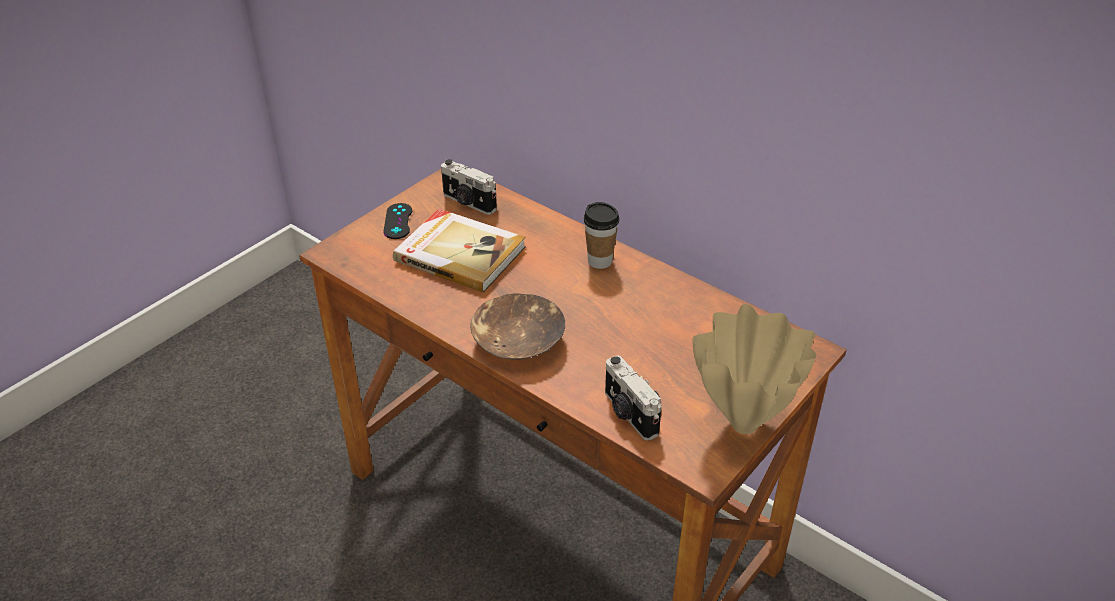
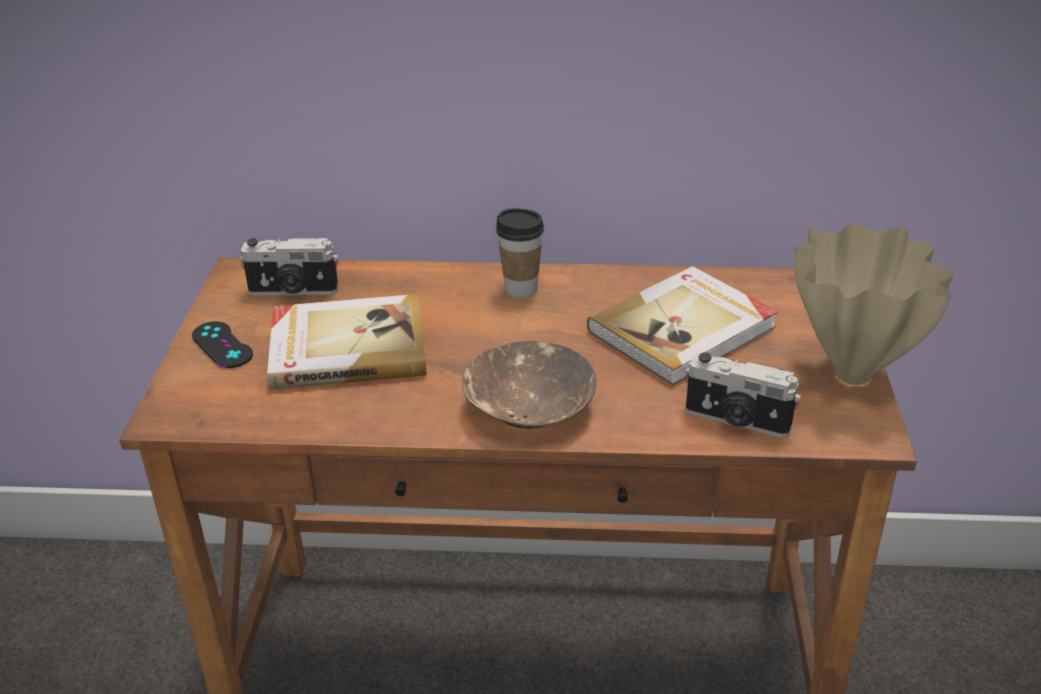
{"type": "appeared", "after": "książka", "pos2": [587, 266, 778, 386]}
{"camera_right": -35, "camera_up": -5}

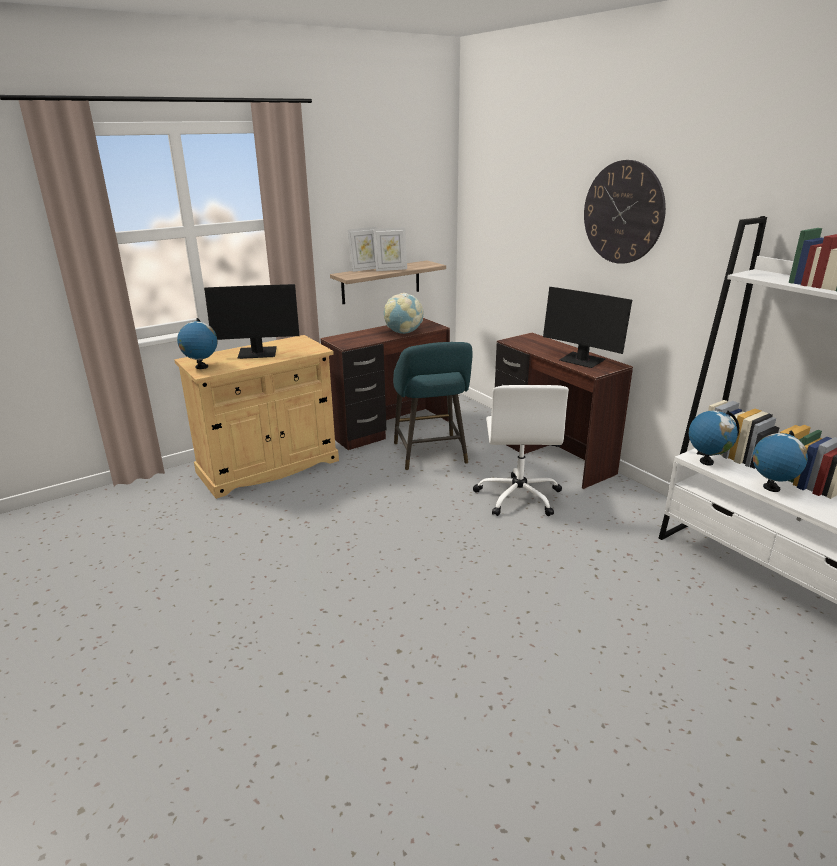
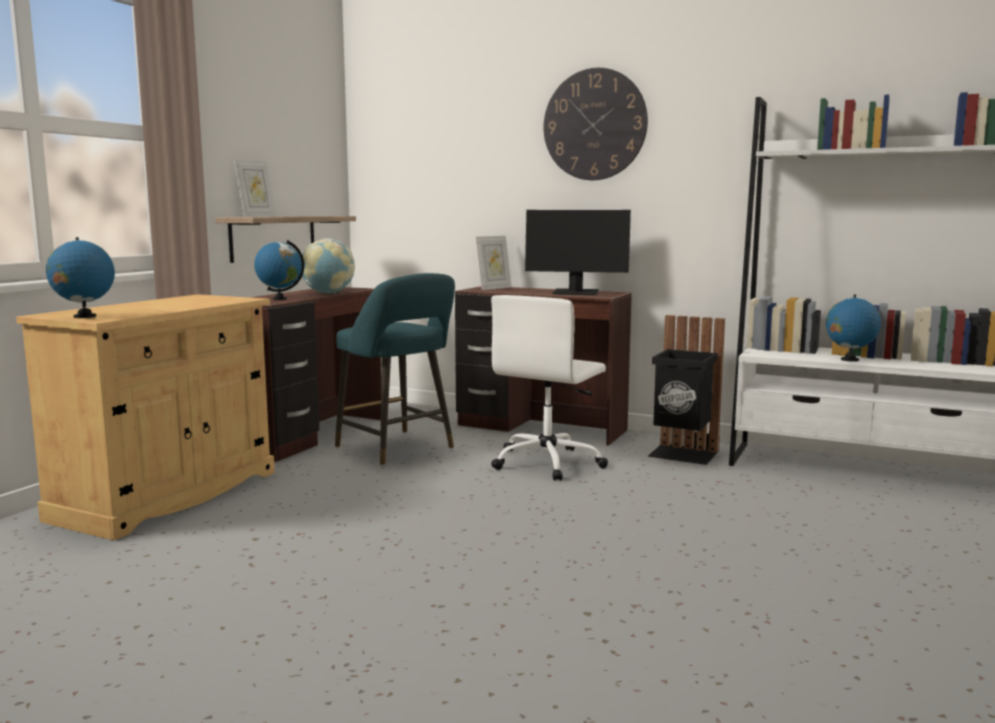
{"type": "relocated", "before": "globus", "pos1": [689, 410, 739, 466], "pos2": [254, 240, 304, 300]}
{"type": "relocated", "before": "ramka na zdjęcie", "pos1": [373, 227, 407, 271], "pos2": [476, 236, 512, 290]}
{"type": "spun", "before": "krzesło biurowe/biały", "pos1": [473, 385, 569, 516], "pos2": [491, 295, 608, 481], "turn": 60}
{"type": "appeared", "after": "kosz na śmieci/czarny", "pos2": [648, 315, 725, 465]}
{"type": "missing", "before": "monitor", "pos1": [204, 284, 299, 359]}
{"camera_right": -30, "camera_up": -15}

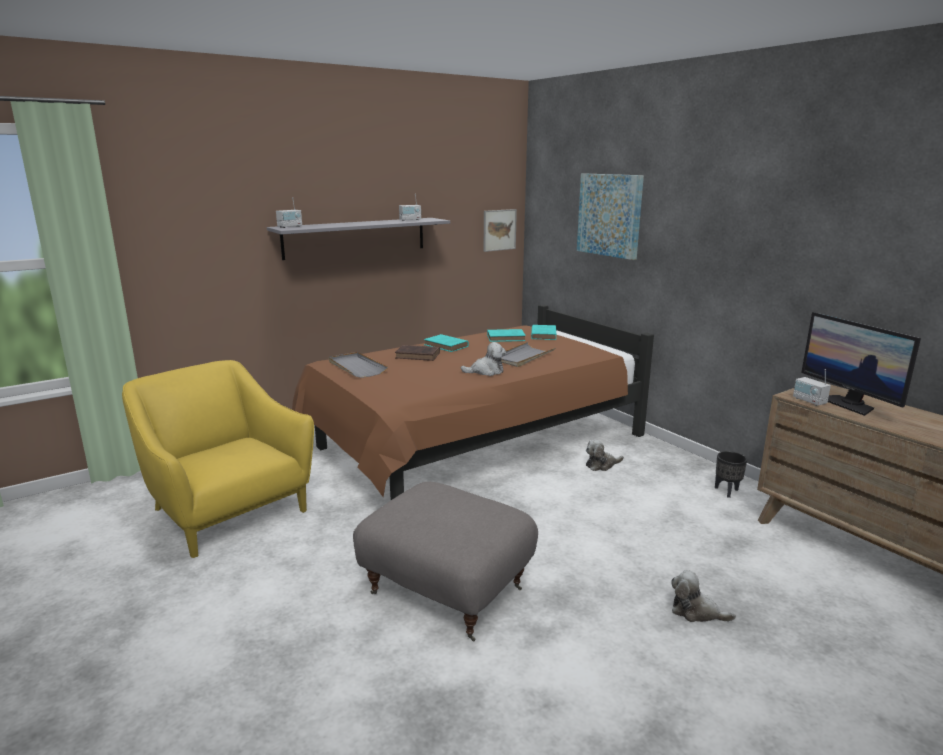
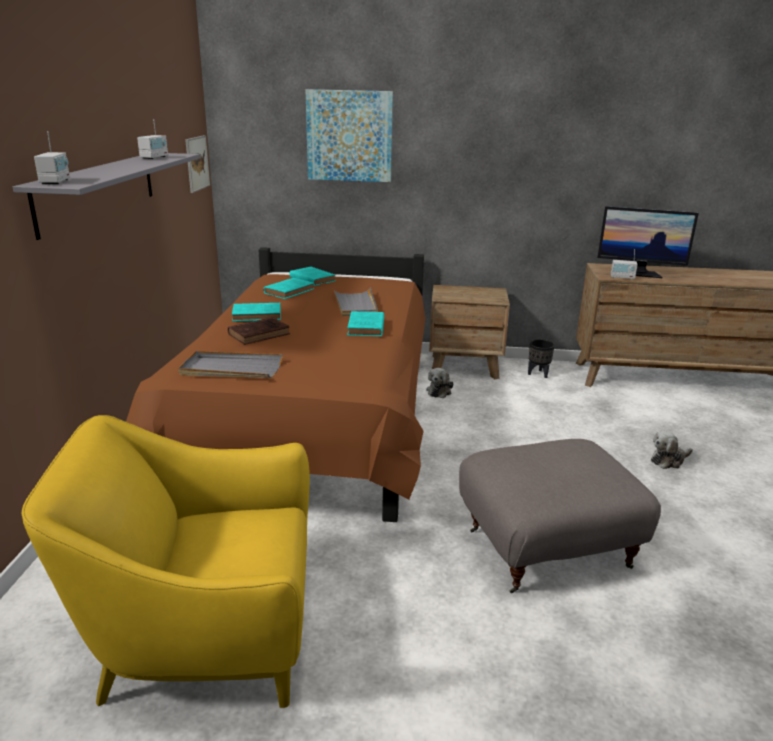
{"type": "exchanged", "before": "pluszak", "after": "książka/turkusowy", "pos1": [461, 342, 506, 376], "pos2": [347, 311, 384, 336]}
{"type": "appeared", "after": "szafka nocna/brązowy", "pos2": [429, 285, 510, 379]}
{"camera_right": -50, "camera_up": 5}

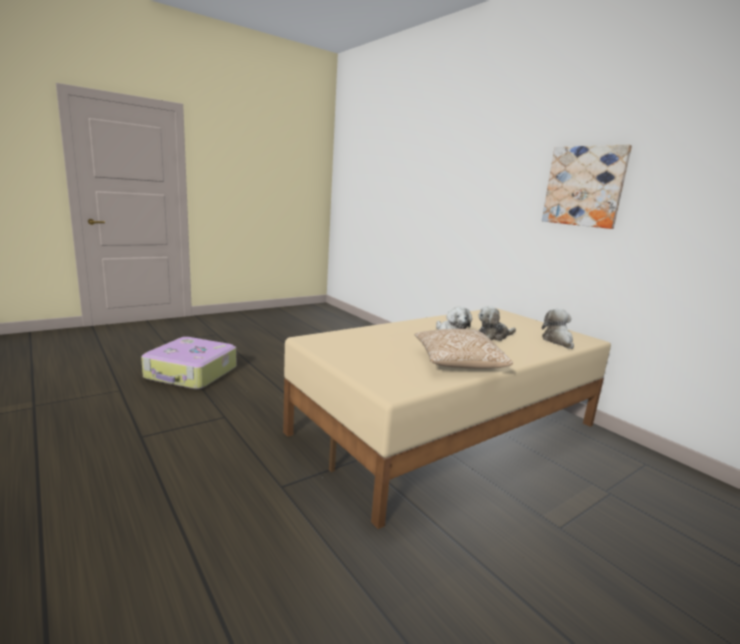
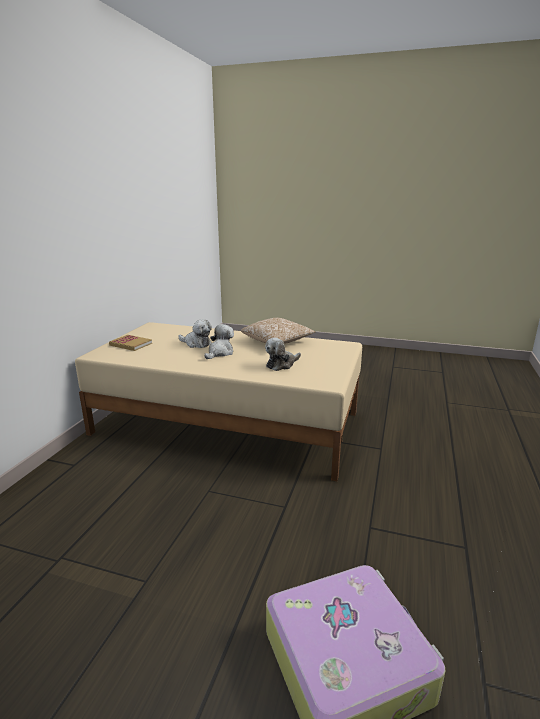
{"type": "appeared", "after": "książka", "pos2": [109, 335, 152, 351]}
{"type": "relocated", "before": "pluszak", "pos1": [542, 309, 574, 349], "pos2": [265, 338, 301, 371]}
{"type": "missing", "before": "obraz", "pos1": [542, 144, 632, 229]}
{"camera_right": -125, "camera_up": 5}

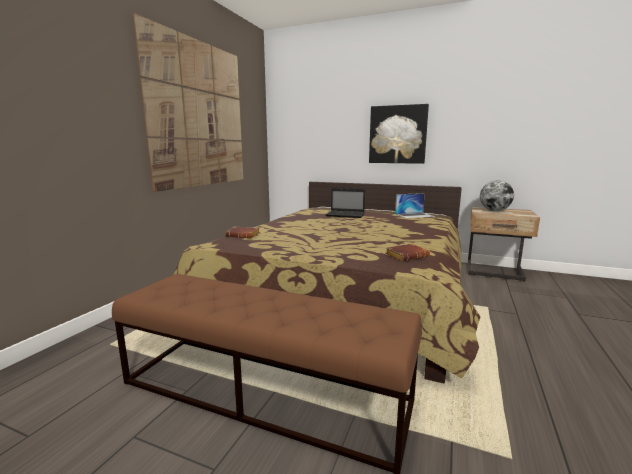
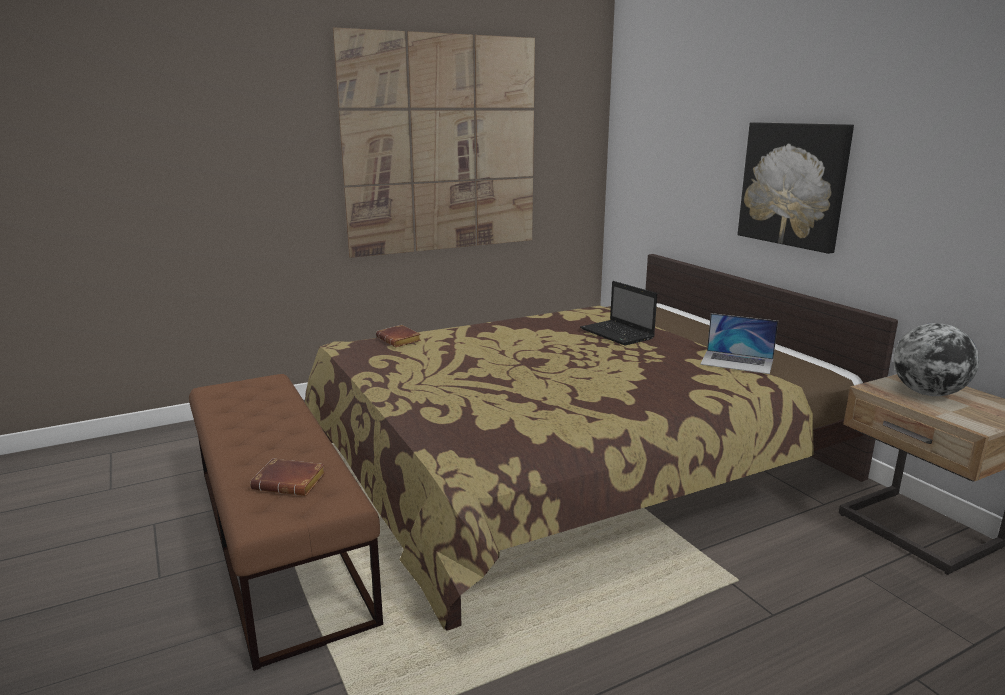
{"type": "relocated", "before": "książka/brązowy", "pos1": [386, 244, 430, 261], "pos2": [250, 458, 326, 496]}
{"camera_right": 40, "camera_up": 5}

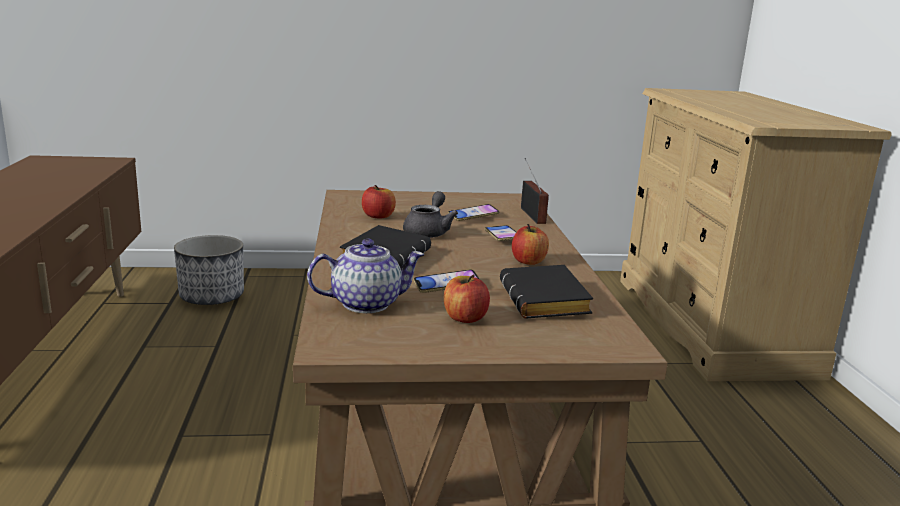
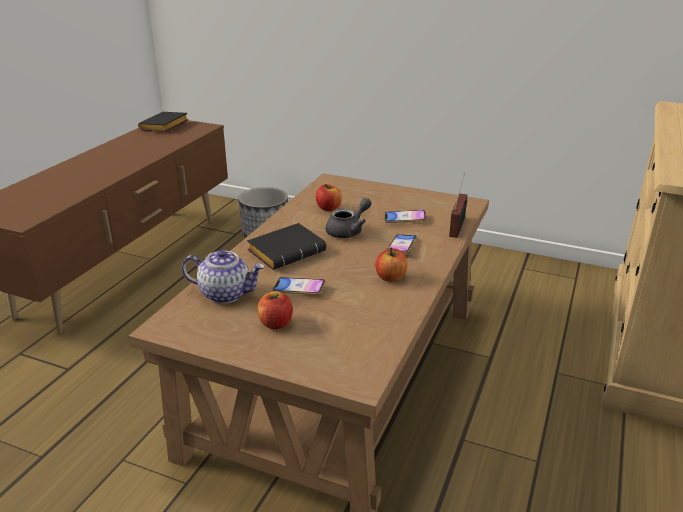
{"type": "relocated", "before": "książka/czarny", "pos1": [500, 265, 593, 318], "pos2": [138, 112, 188, 132]}
{"camera_right": 30, "camera_up": 10}

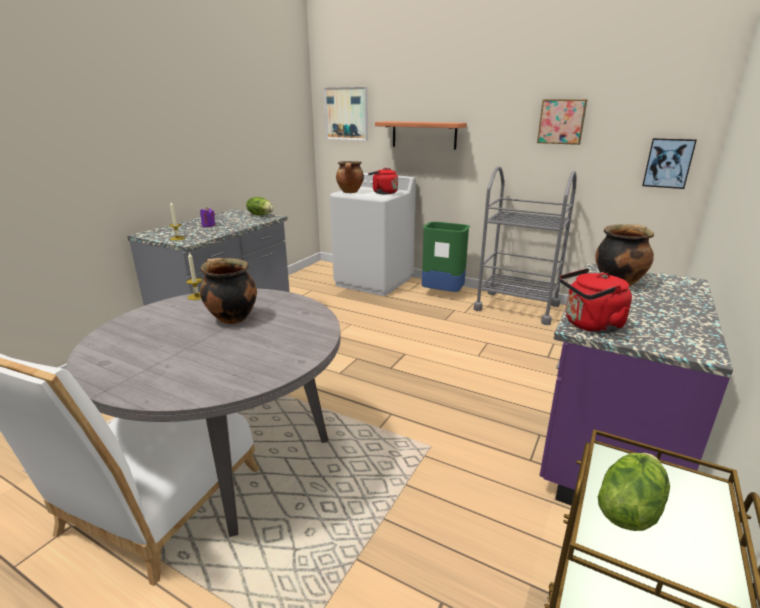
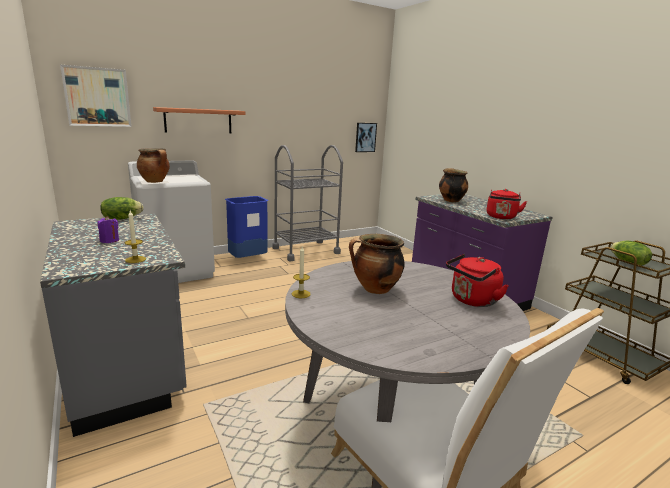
{"type": "colour", "before": "kosz na śmieci/zielony", "after": "kosz na śmieci/niebieski", "pos1": [422, 222, 470, 292], "pos2": [225, 196, 268, 258]}
{"type": "relocated", "before": "czajnik/czerwony", "pos1": [368, 168, 398, 194], "pos2": [446, 254, 509, 307]}
{"type": "missing", "before": "obraz", "pos1": [537, 99, 588, 145]}
{"camera_right": -60, "camera_up": -5}

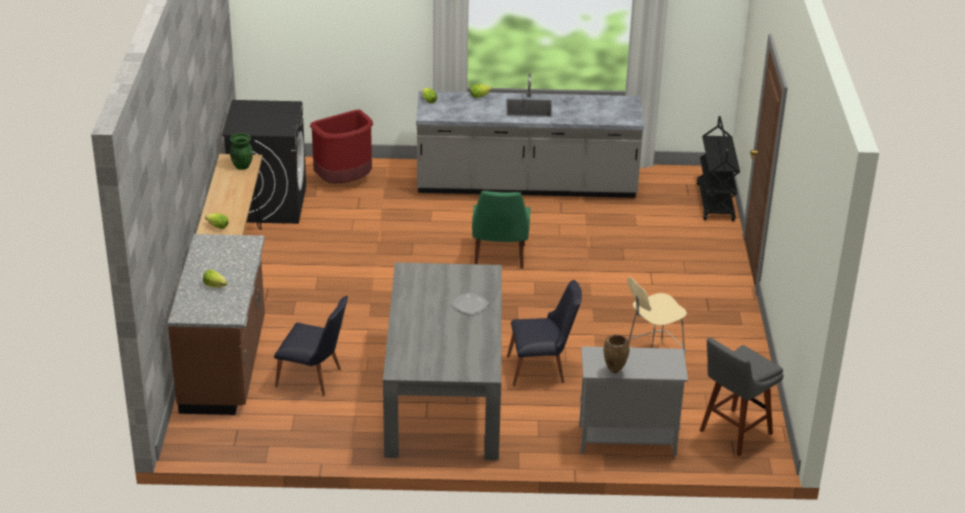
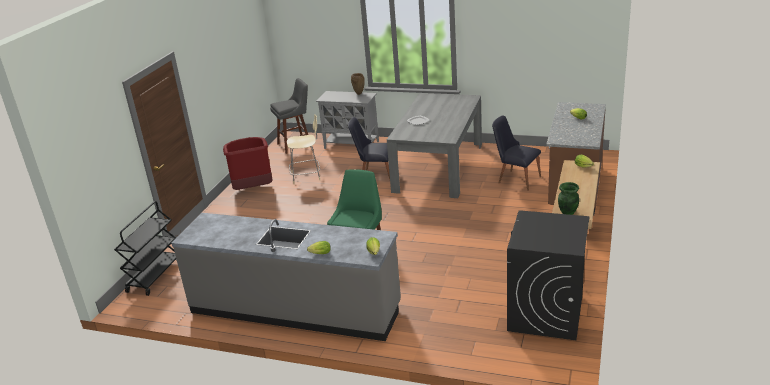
{"type": "relocated", "before": "kosz na śmieci/czerwony", "pos1": [310, 110, 373, 184], "pos2": [223, 137, 273, 190]}
{"camera_right": -160, "camera_up": -5}

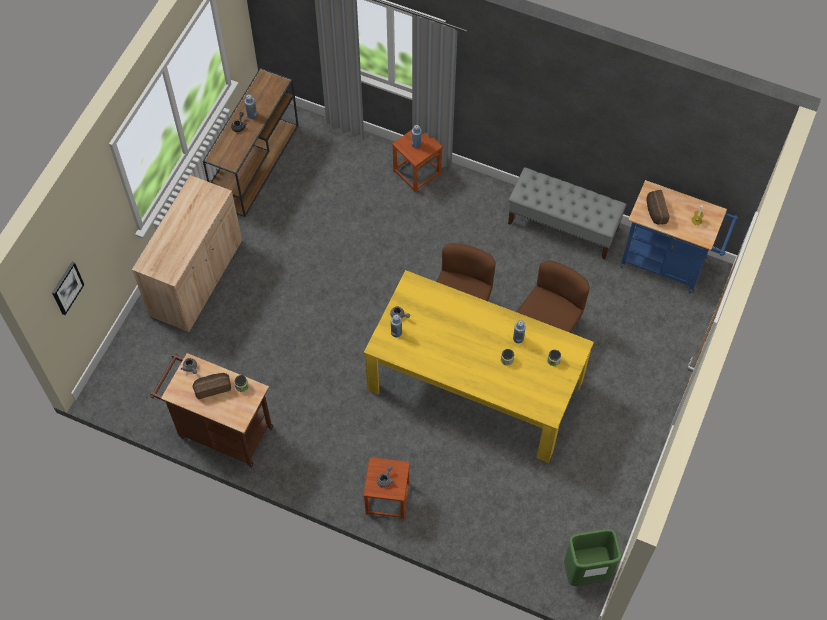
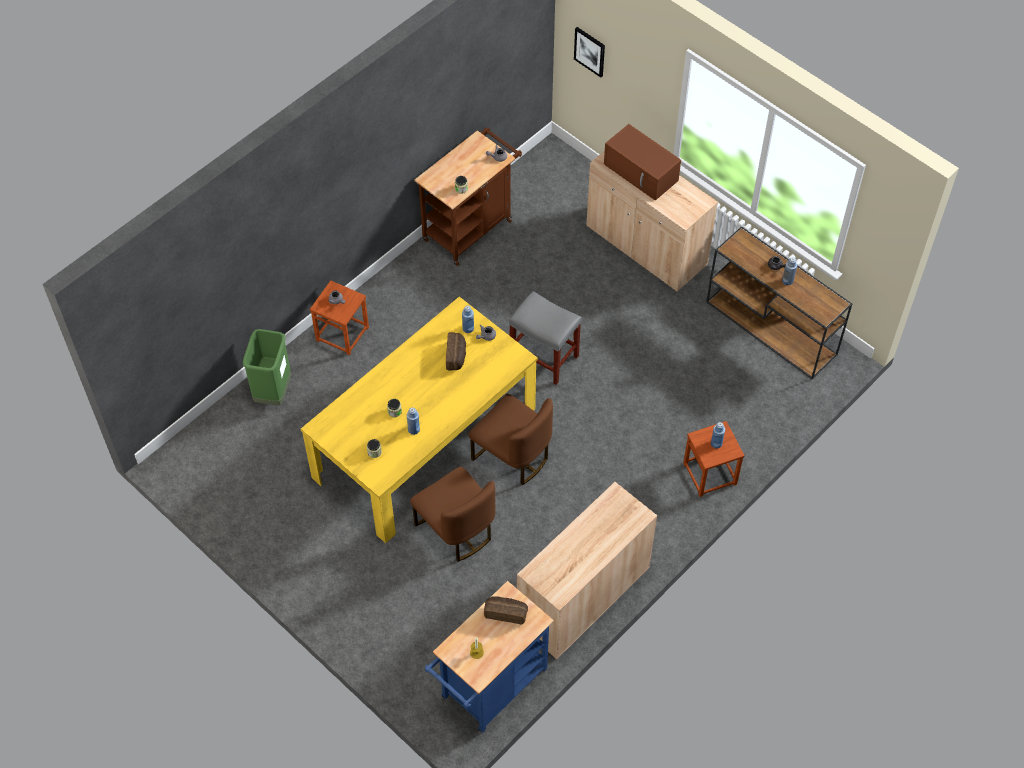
{"type": "relocated", "before": "kosz na śmieci/zielony", "pos1": [564, 529, 621, 586], "pos2": [243, 329, 291, 406]}
{"type": "relocated", "before": "chleb", "pos1": [193, 373, 231, 399], "pos2": [446, 332, 466, 370]}
{"type": "appeared", "after": "stołek/szary", "pos2": [509, 291, 582, 385]}
{"type": "exchanged", "before": "ławka/szary", "after": "szafka/beżowy", "pos1": [508, 167, 627, 259], "pos2": [517, 482, 657, 659]}
{"type": "appeared", "after": "mikrofalówka/brązowy", "pos2": [604, 124, 681, 201]}
{"camera_right": 110, "camera_up": -5}

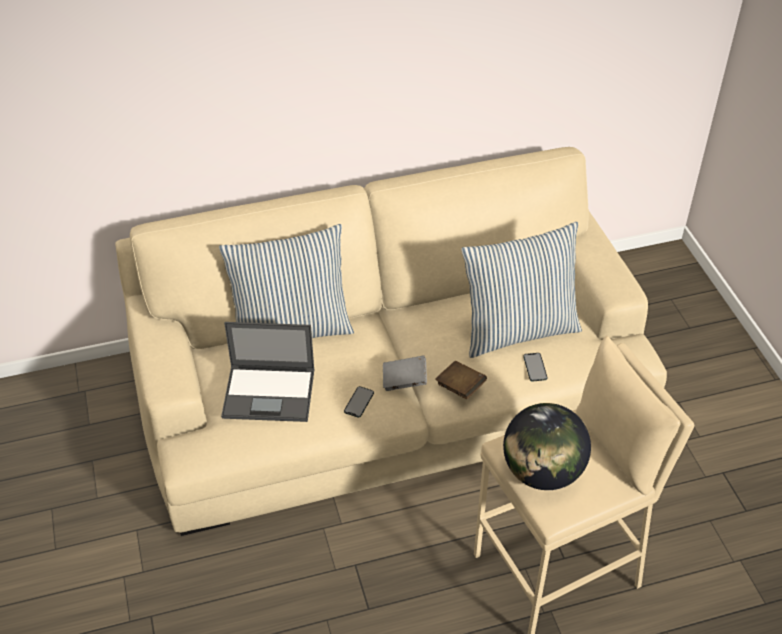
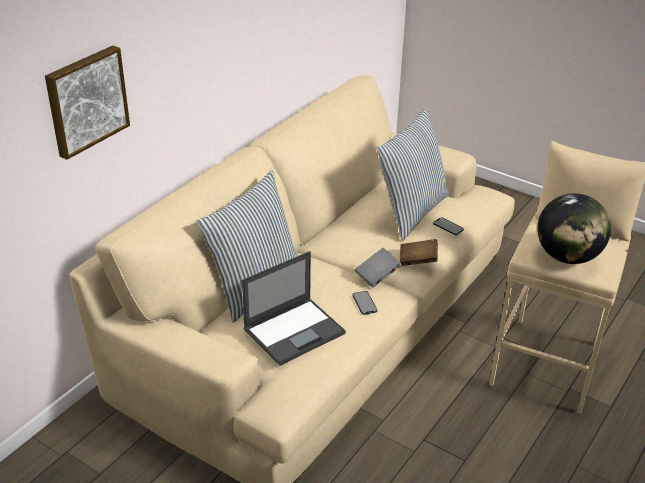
{"type": "appeared", "after": "obraz", "pos2": [45, 46, 130, 160]}
{"camera_right": -40, "camera_up": -10}

